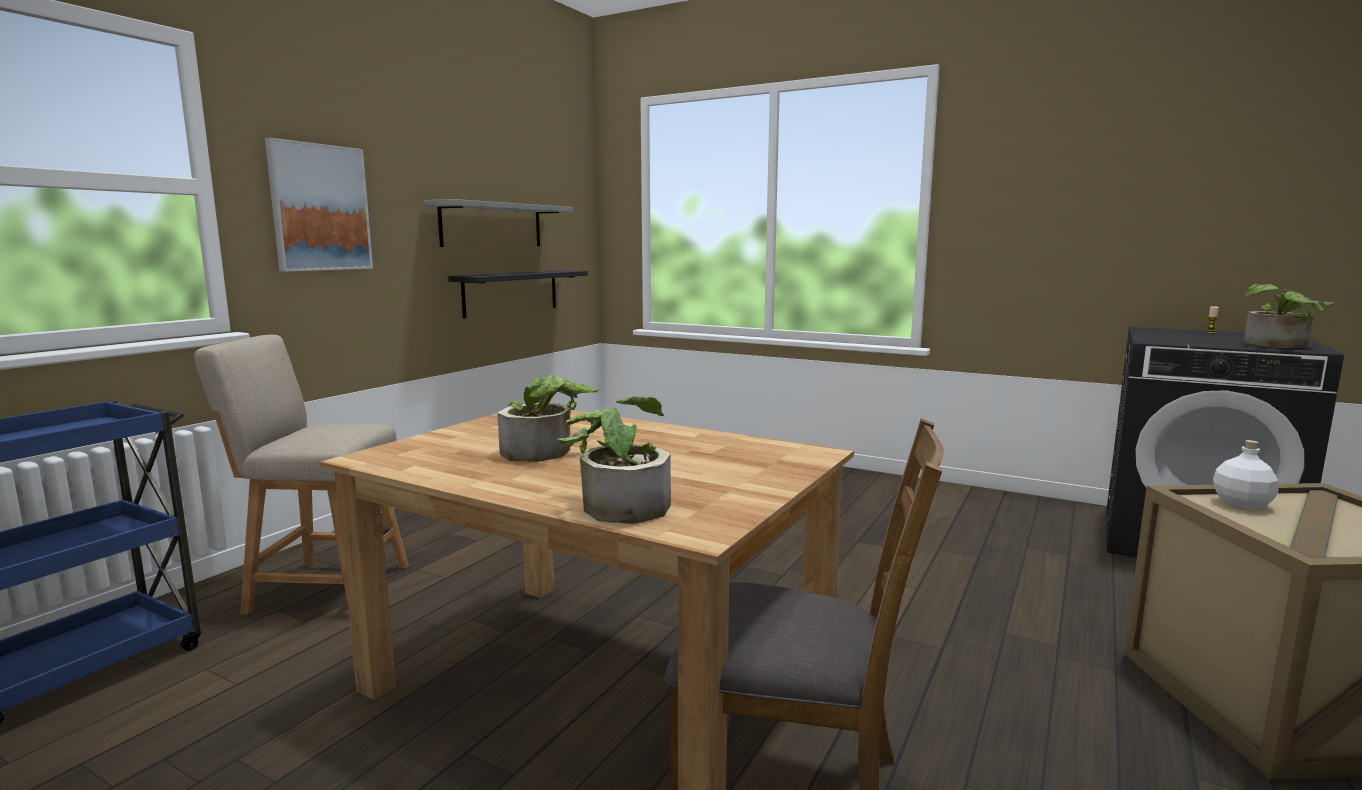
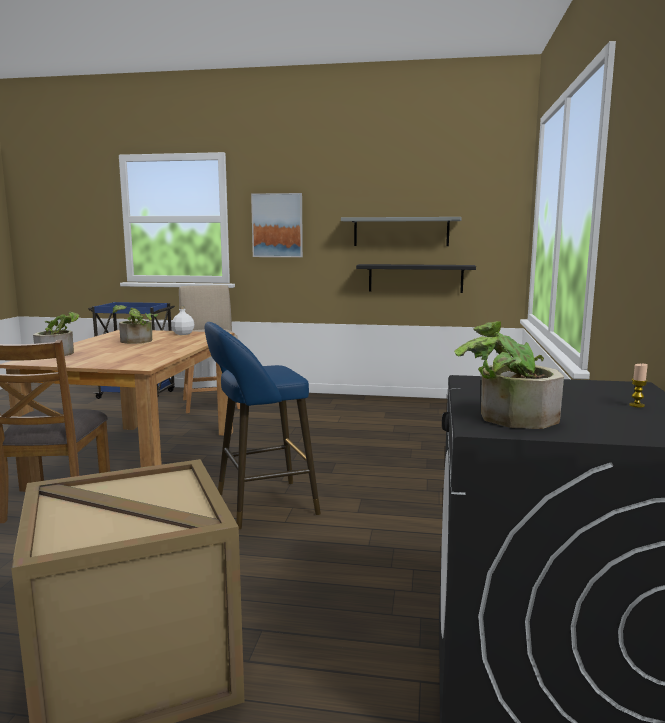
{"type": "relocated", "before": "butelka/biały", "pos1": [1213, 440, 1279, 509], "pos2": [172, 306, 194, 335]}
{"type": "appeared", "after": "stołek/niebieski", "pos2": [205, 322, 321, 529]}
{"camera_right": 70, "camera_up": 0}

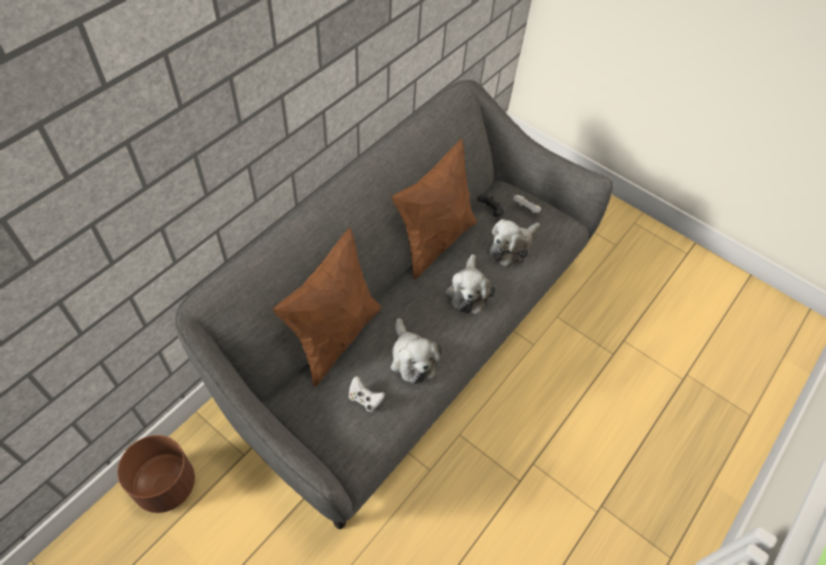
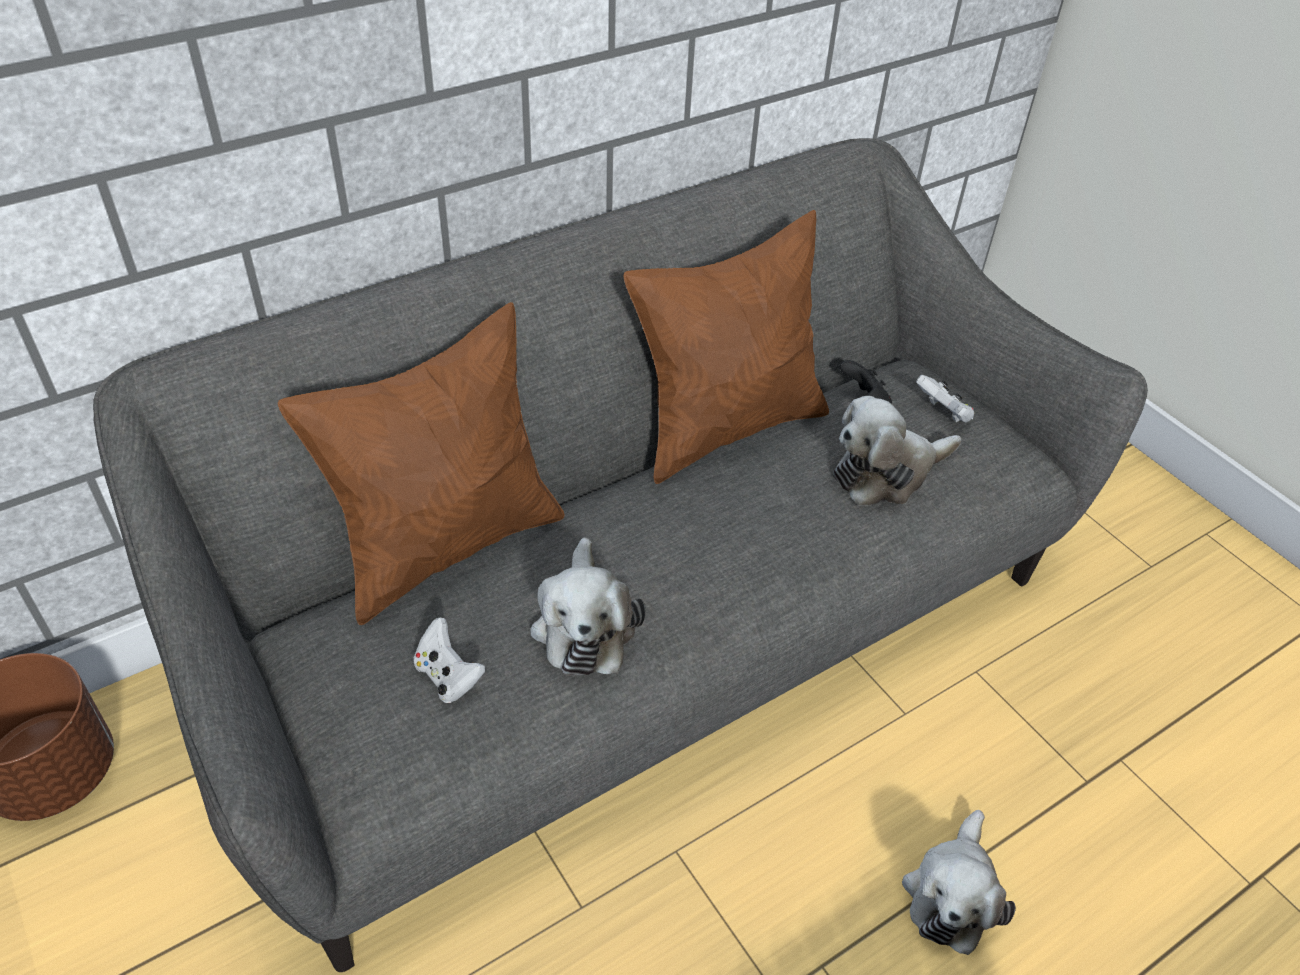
{"type": "relocated", "before": "pluszak", "pos1": [446, 254, 495, 314], "pos2": [902, 810, 1016, 955]}
{"camera_right": 20, "camera_up": -10}

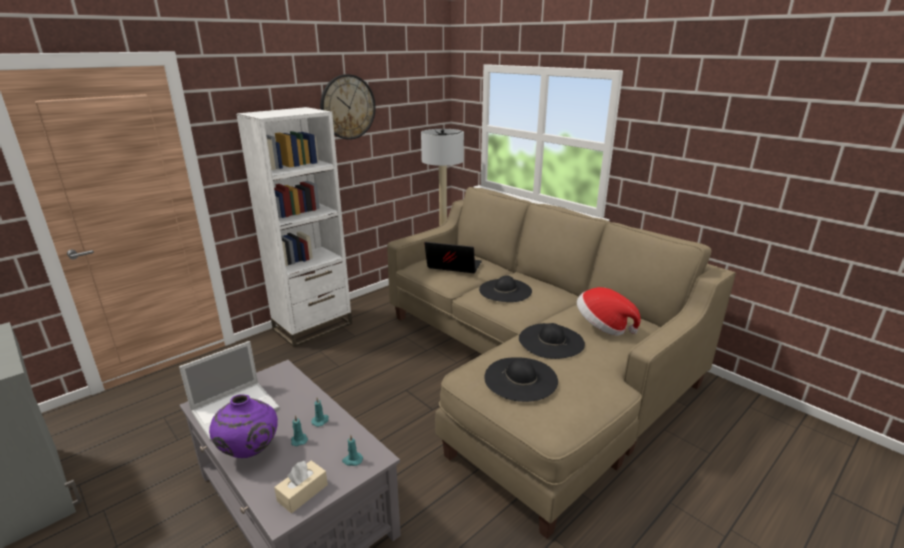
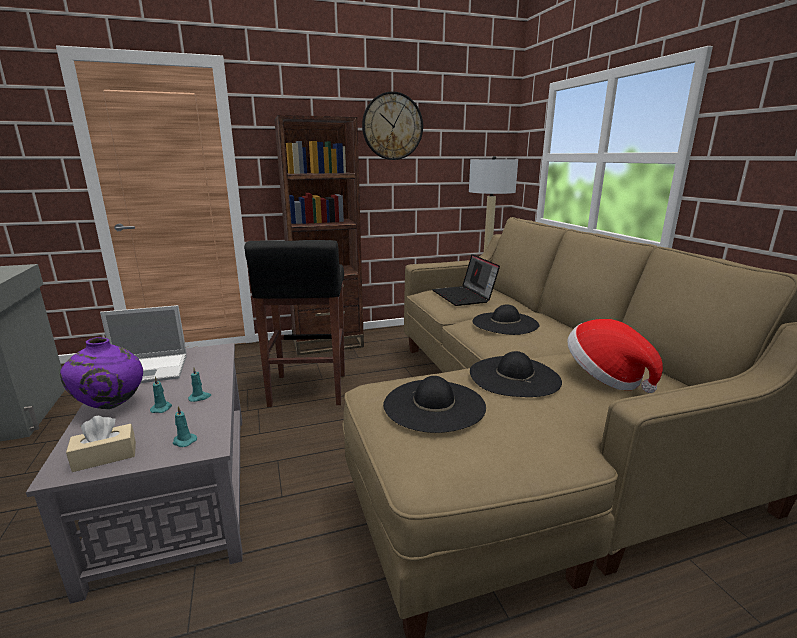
{"type": "appeared", "after": "stołek/czarny", "pos2": [244, 240, 345, 407]}
{"type": "colour", "before": "regał/biały", "after": "regał/brązowy", "pos1": [236, 107, 352, 347], "pos2": [274, 115, 364, 356]}
{"type": "spun", "before": "laptop", "pos1": [424, 242, 482, 273], "pos2": [432, 254, 500, 306], "turn": -150}
{"camera_right": 25, "camera_up": -5}

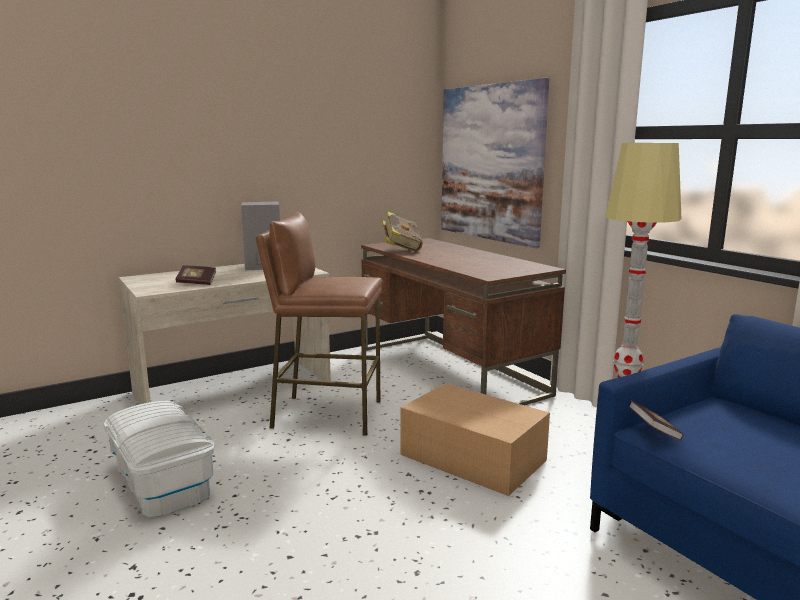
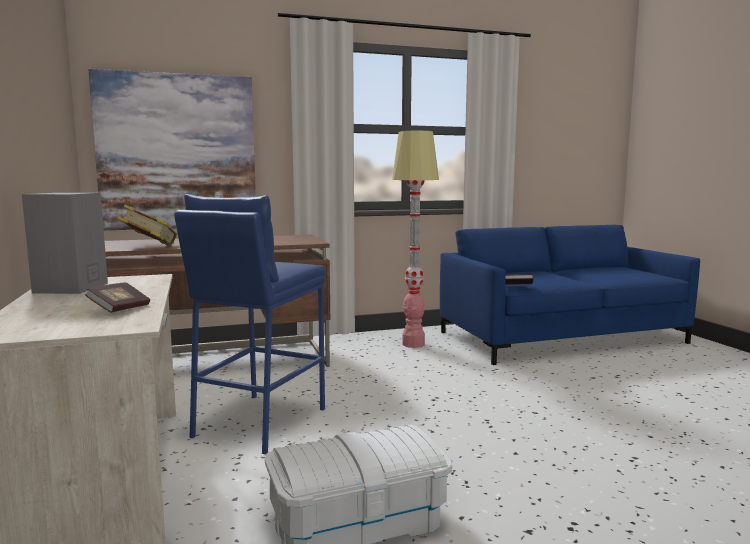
{"type": "colour", "before": "stołek/brązowy", "after": "stołek/niebieski", "pos1": [255, 212, 382, 436], "pos2": [174, 194, 325, 454]}
{"type": "missing", "before": "karton", "pos1": [400, 383, 550, 496]}
{"camera_right": -75, "camera_up": -5}

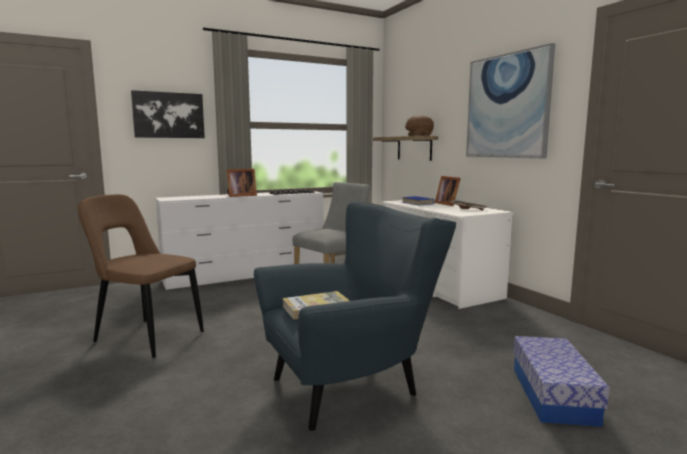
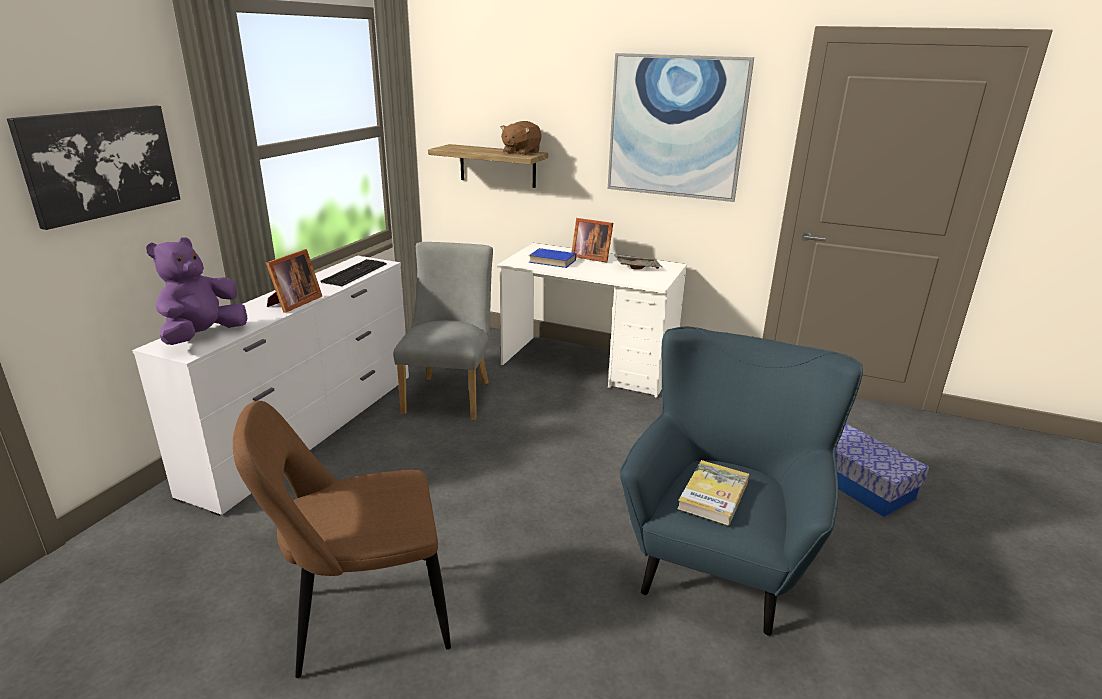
{"type": "appeared", "after": "pluszak/fioletowy", "pos2": [146, 238, 247, 345]}
{"camera_right": -40, "camera_up": 15}

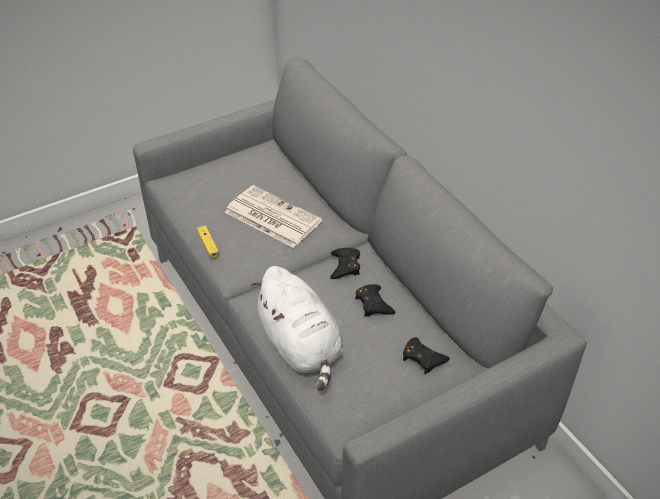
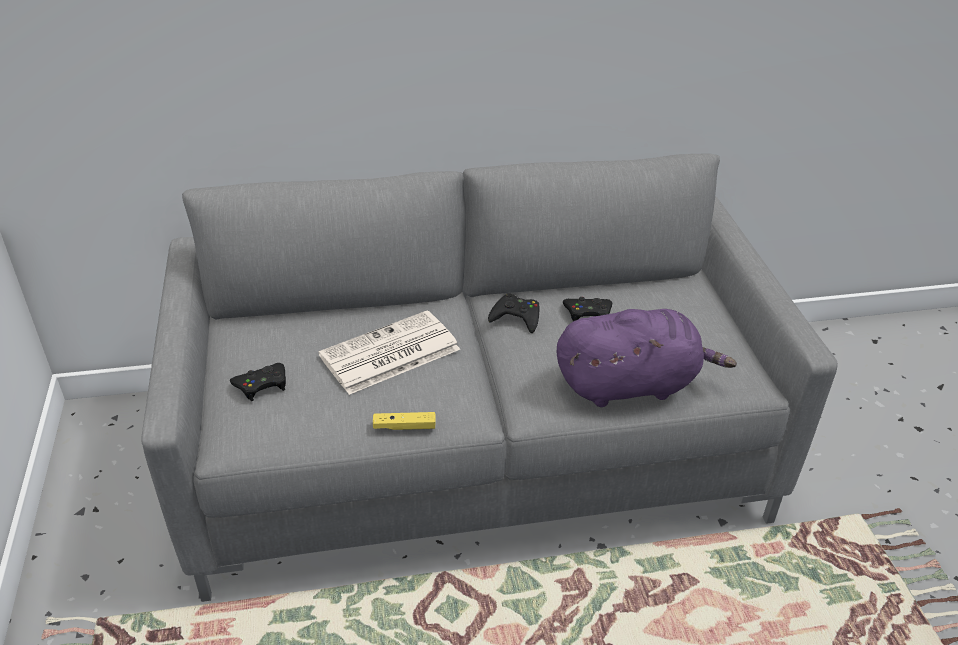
{"type": "relocated", "before": "pad do gier/czarny", "pos1": [403, 337, 450, 374], "pos2": [230, 363, 286, 401]}
{"type": "colour", "before": "pluszak/biały", "after": "pluszak/fioletowy", "pos1": [251, 266, 344, 391], "pos2": [556, 309, 737, 407]}
{"camera_right": -70, "camera_up": -5}

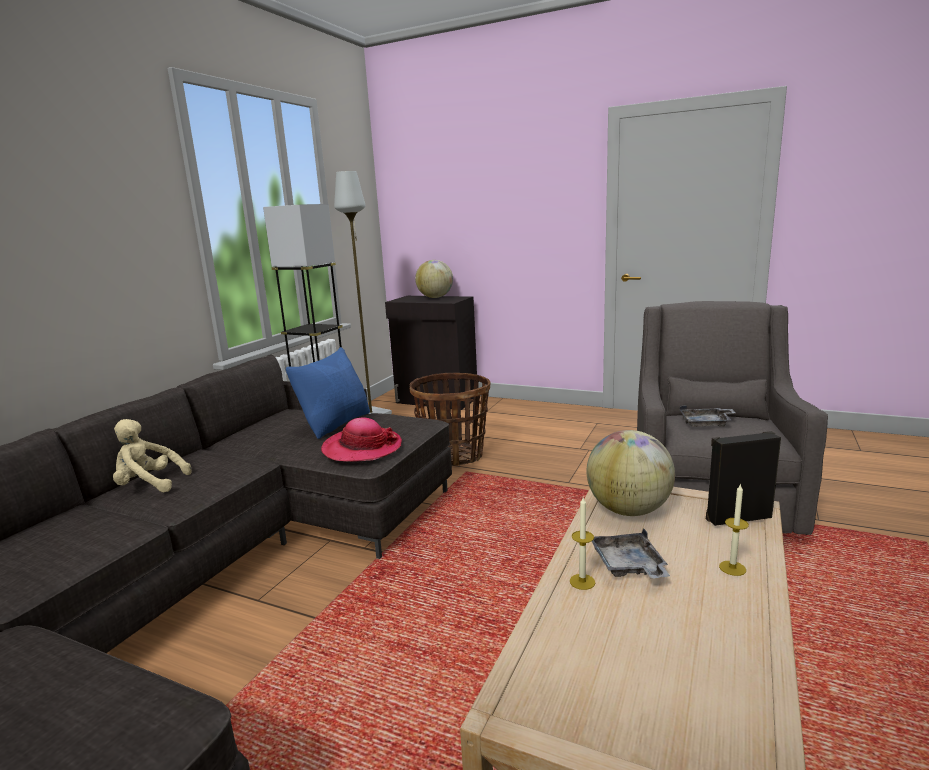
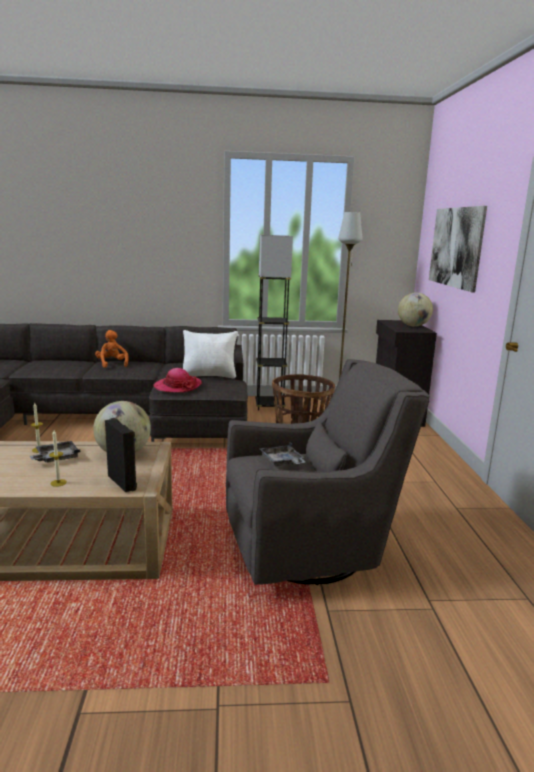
{"type": "colour", "before": "pluszak/beżowy", "after": "pluszak/pomarańczowy", "pos1": [113, 419, 191, 492], "pos2": [95, 330, 129, 368]}
{"type": "colour", "before": "poduszka/niebieski", "after": "poduszka/biały", "pos1": [286, 347, 370, 439], "pos2": [183, 330, 238, 378]}
{"type": "appeared", "after": "obraz", "pos2": [429, 206, 487, 293]}
{"camera_right": 60, "camera_up": 0}

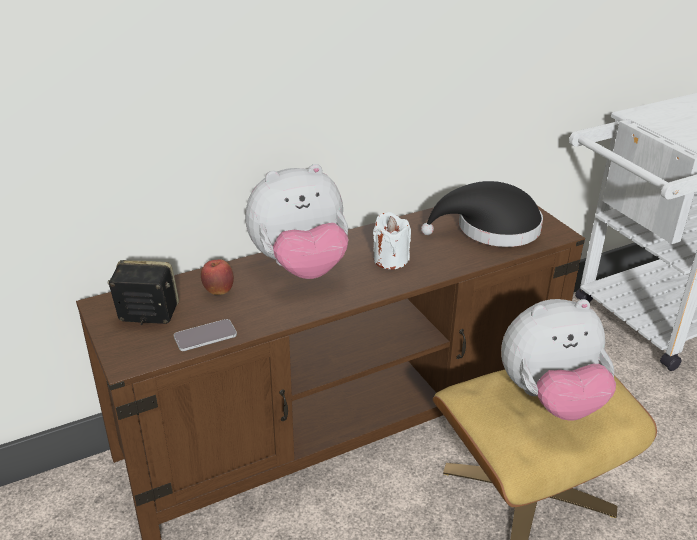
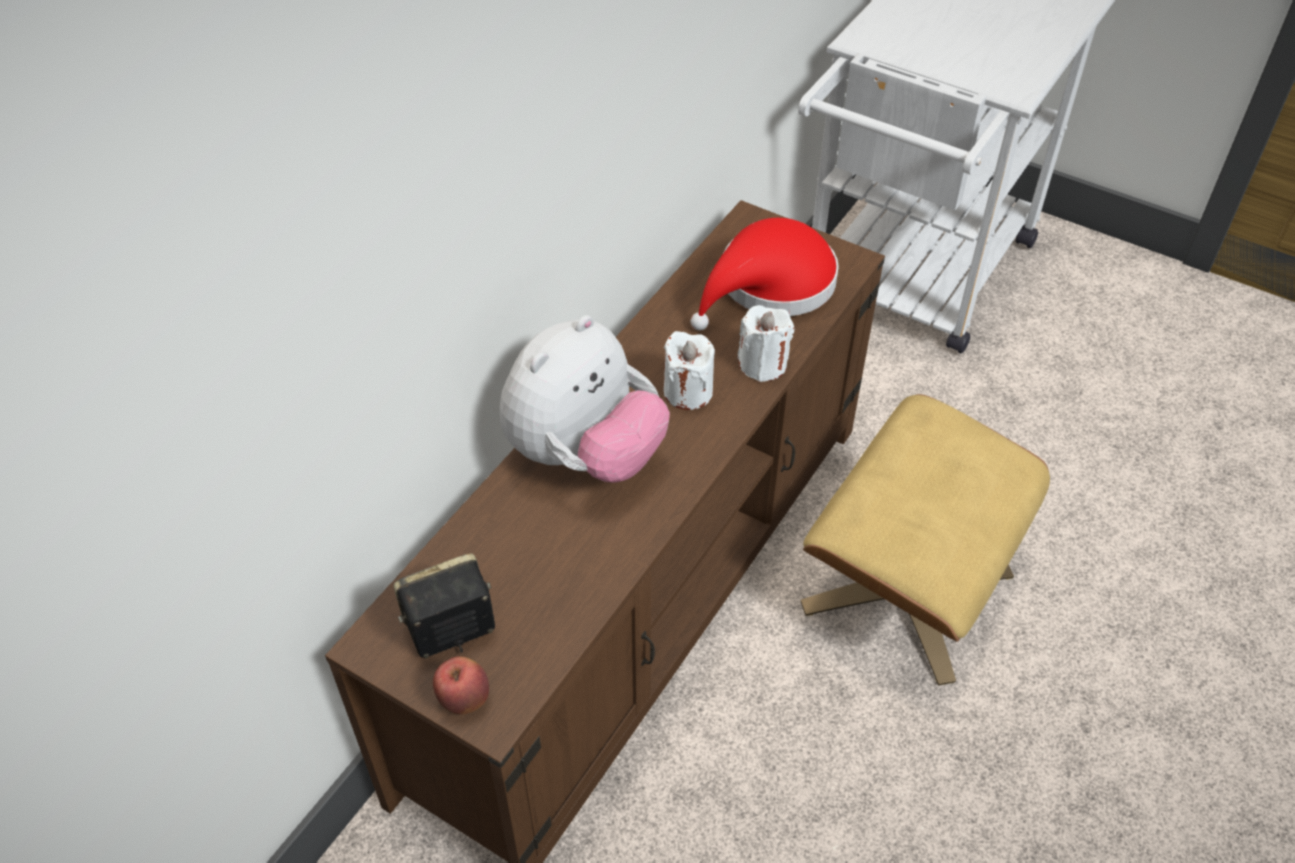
{"type": "relocated", "before": "jabłko", "pos1": [201, 259, 234, 295], "pos2": [433, 656, 489, 714]}
{"type": "colour", "before": "kapelusz/czarny", "after": "kapelusz/czerwony", "pos1": [421, 181, 543, 247], "pos2": [691, 218, 839, 330]}
{"type": "appeared", "after": "świeca/biały", "pos2": [737, 305, 794, 382]}
{"type": "missing", "before": "telefon", "pos1": [174, 319, 237, 351]}
{"type": "missing", "before": "pluszak", "pos1": [501, 299, 616, 421]}
{"camera_right": -30, "camera_up": 15}

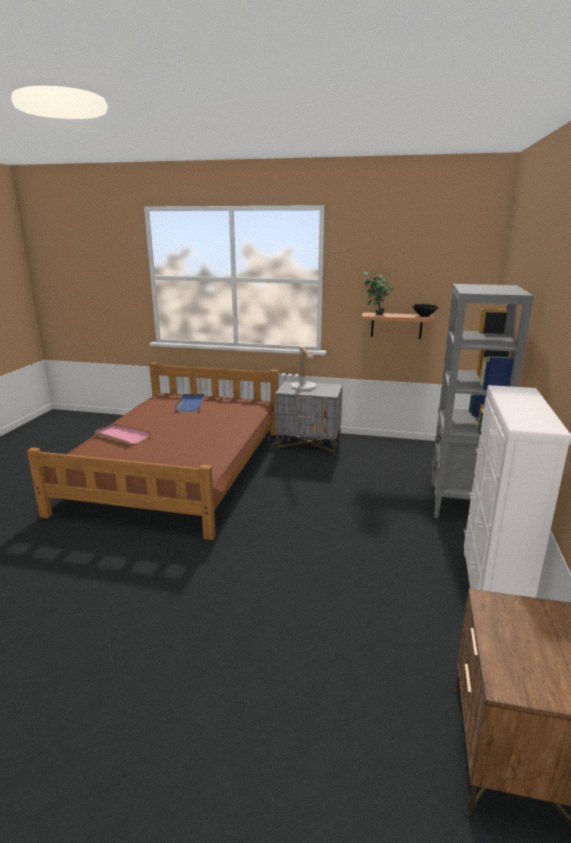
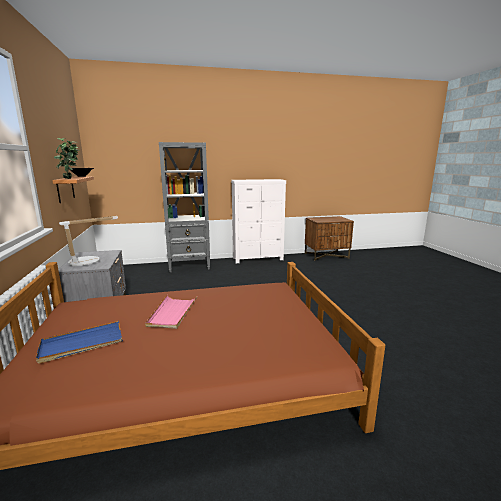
{"type": "relocated", "before": "taca/różowy", "pos1": [94, 424, 151, 444], "pos2": [145, 295, 197, 329]}
{"camera_right": -115, "camera_up": -5}

